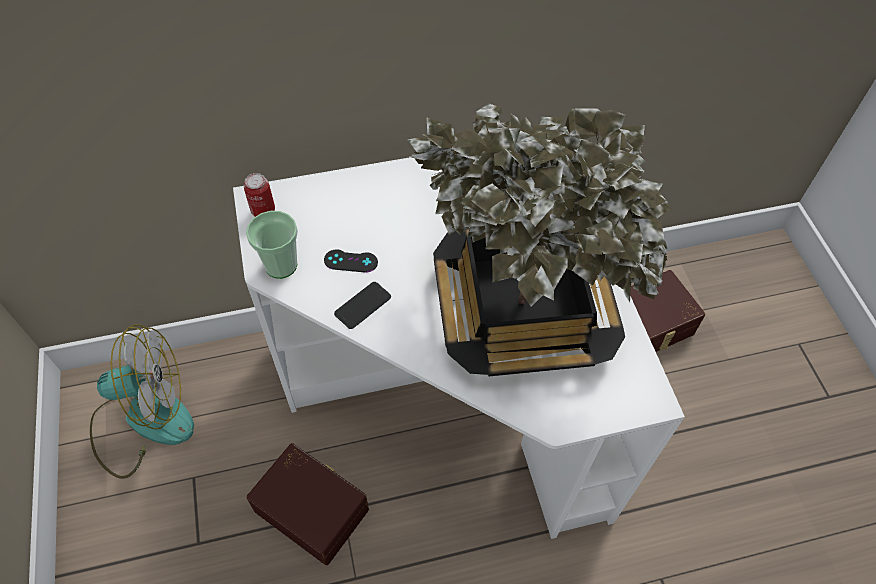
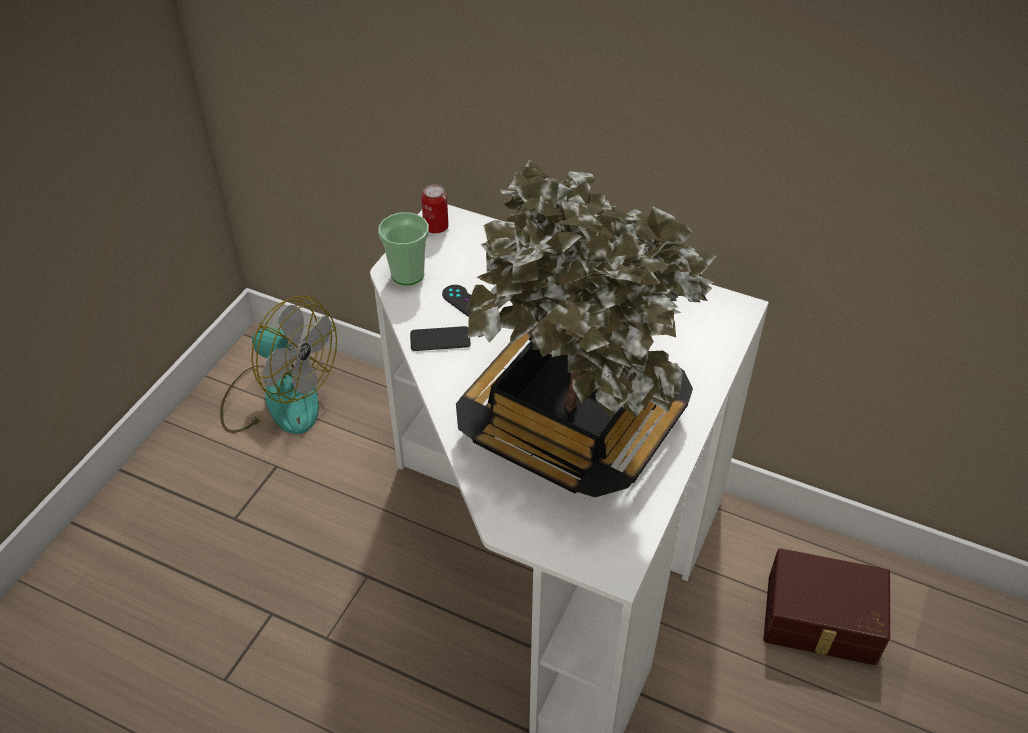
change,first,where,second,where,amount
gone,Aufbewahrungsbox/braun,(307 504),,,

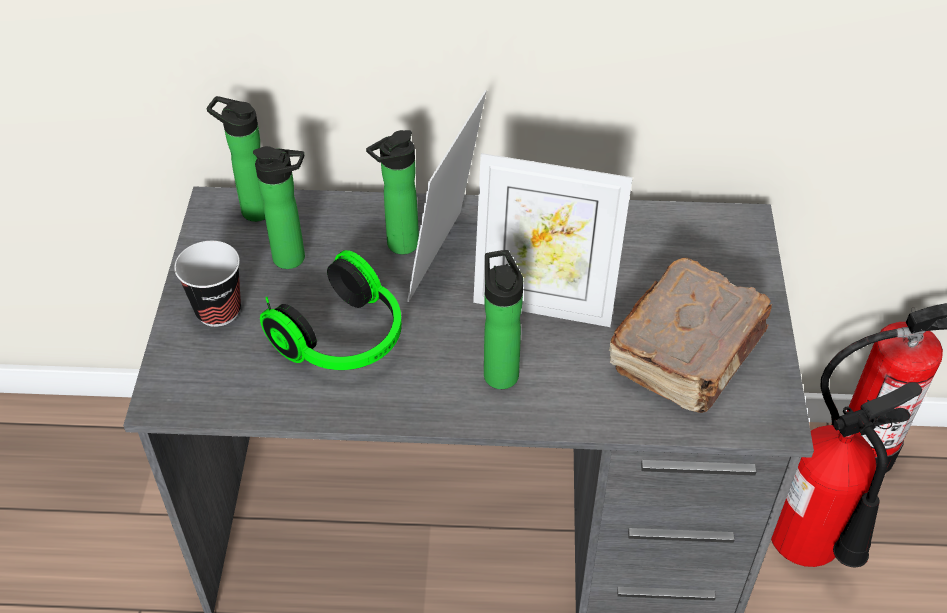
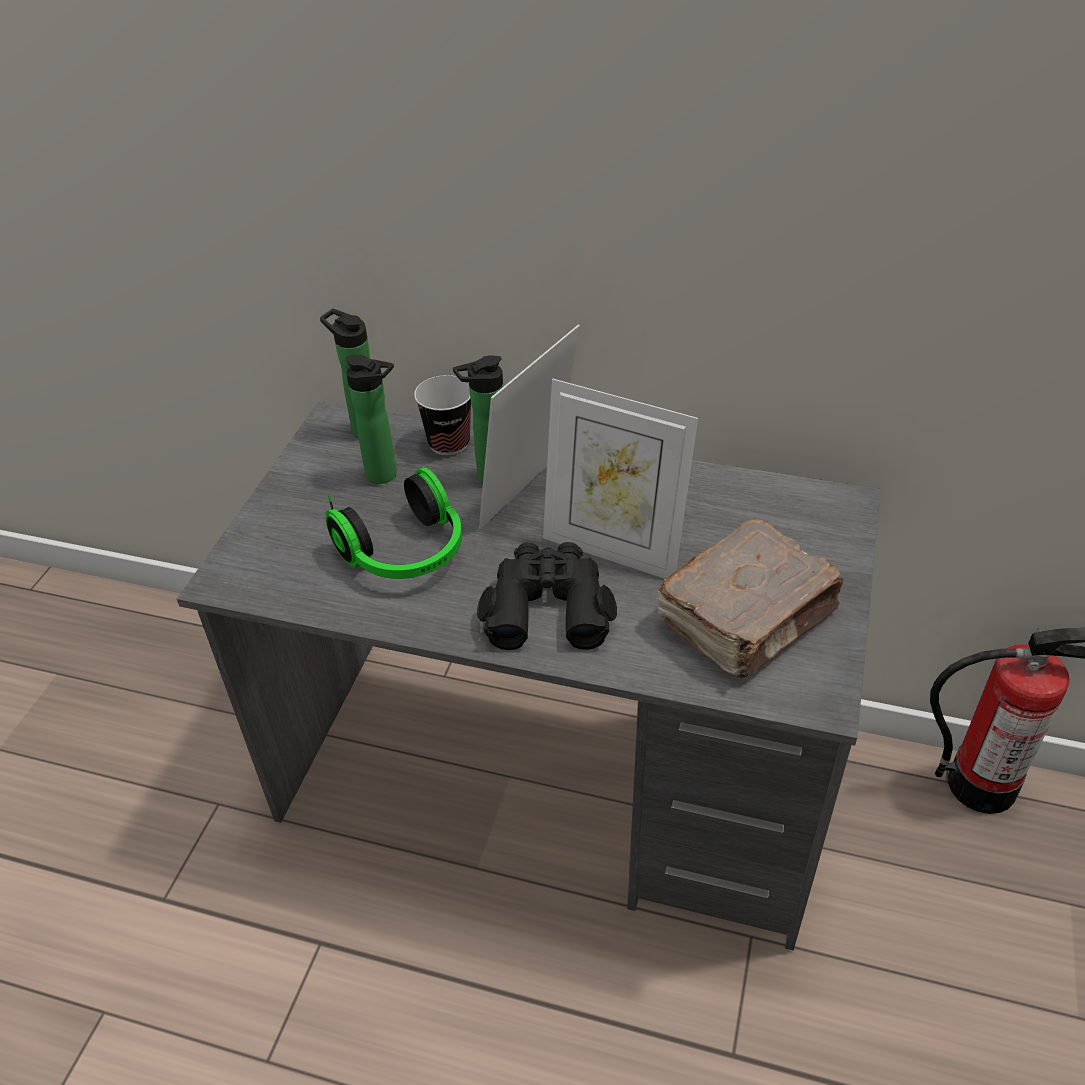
change,first,where,second,where,amount
shifted,Tasse,(207 284),,(442 415),
swapped,Flasche,(503 319),Fernglas/schwarz,(547 596),
gone,Feuerlöscher,(846 474),,,

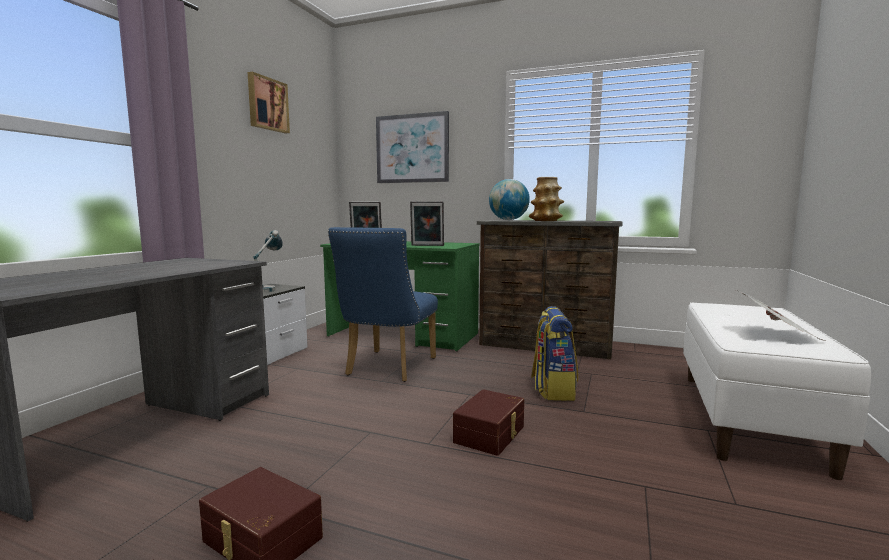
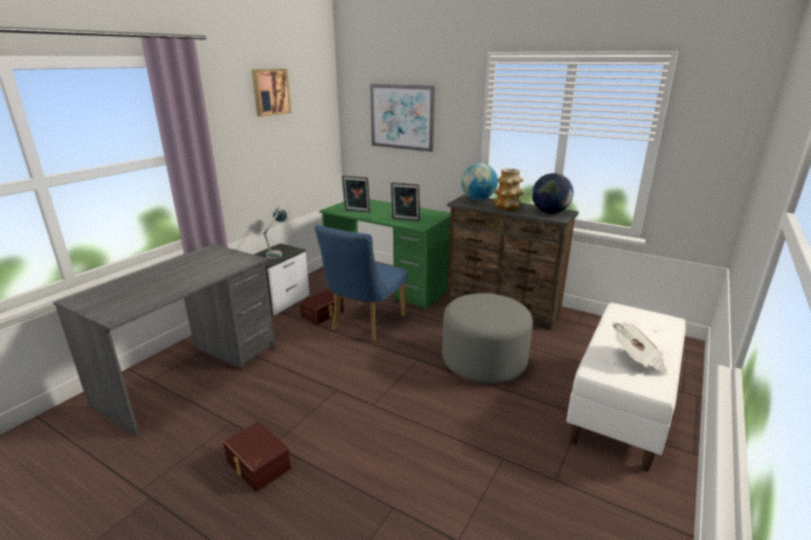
change,first,where,second,where,amount
swapped,Rucksack,(554 353),Polsterhocker/grau,(487 338),
shifted,Aufbewahrungsbox/braun,(488 422),,(322 307),
new,,,Globus,(553 193),

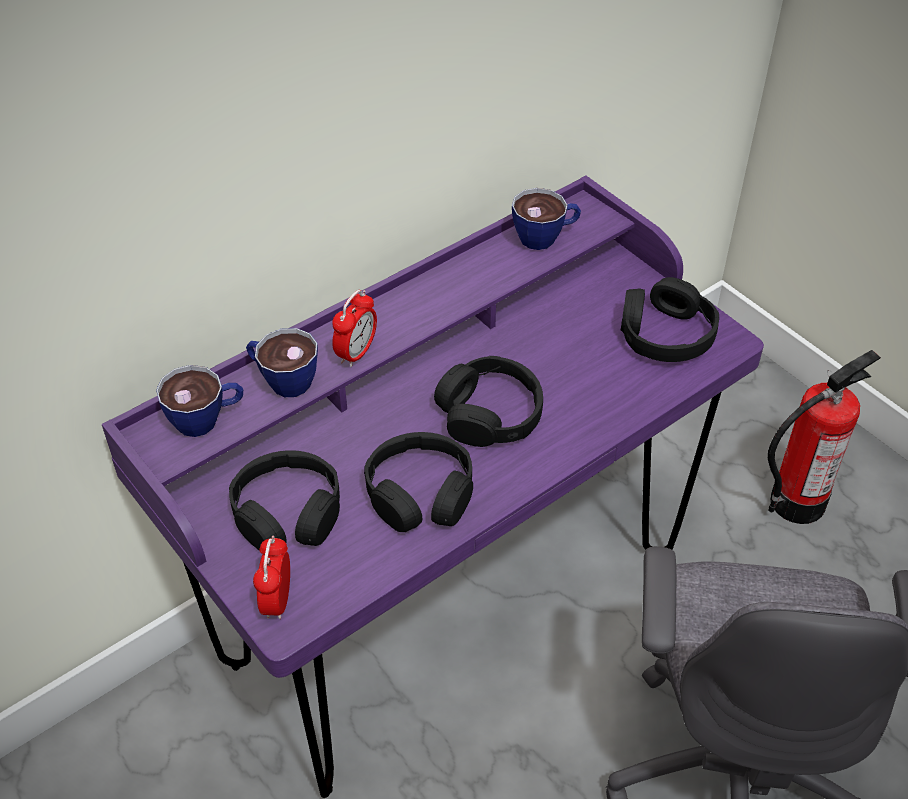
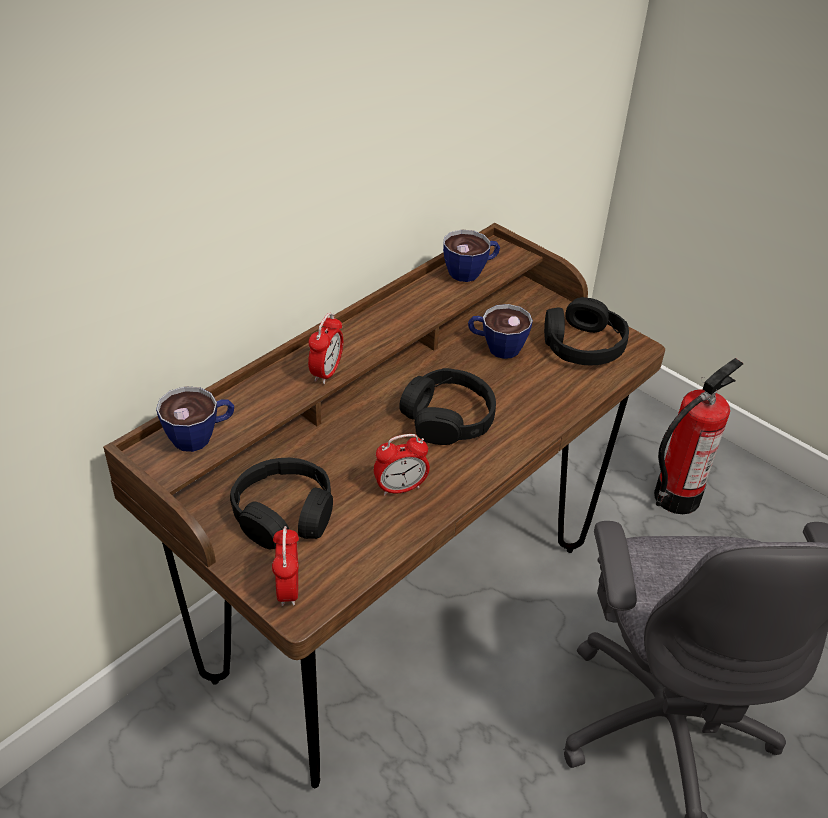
change,first,where,second,where,amount
repainted,Schreibtisch/lila,(433 487),Schreibtisch/braun,(384 505),
shifted,Tasse,(282 362),,(500 331),
swapped,Kopfhörer/schwarz,(418 482),Wecker,(402 464),

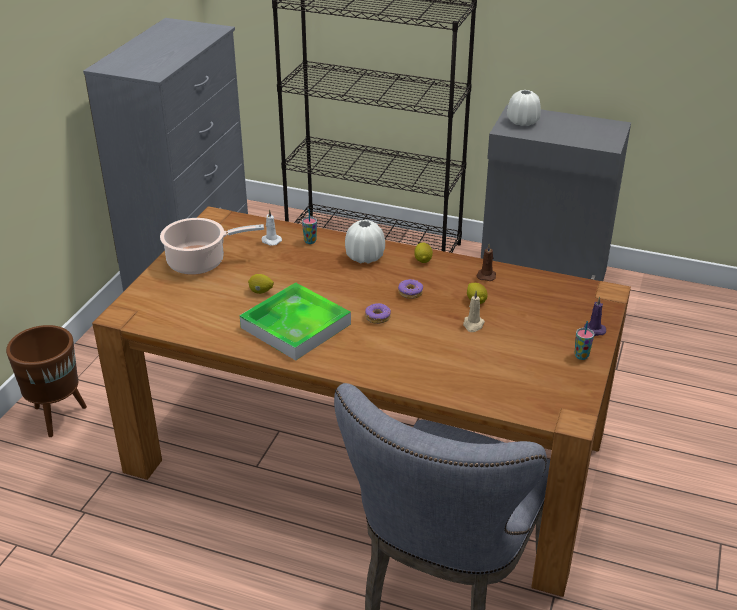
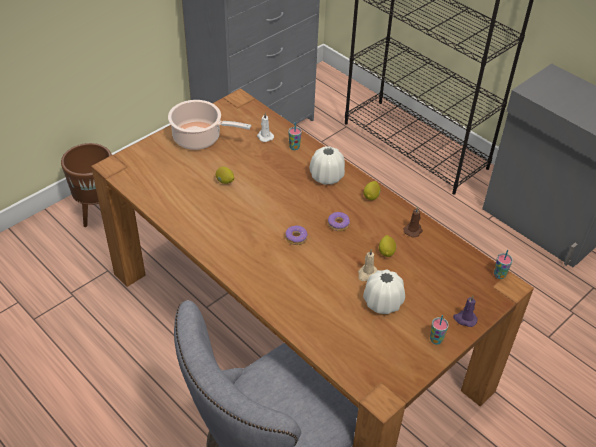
change,first,where,second,where,amount
shifted,Vase/weiß,(524 108),,(384 291),
gone,Tablett,(295 321),,,
new,,,Tasse,(503 264),

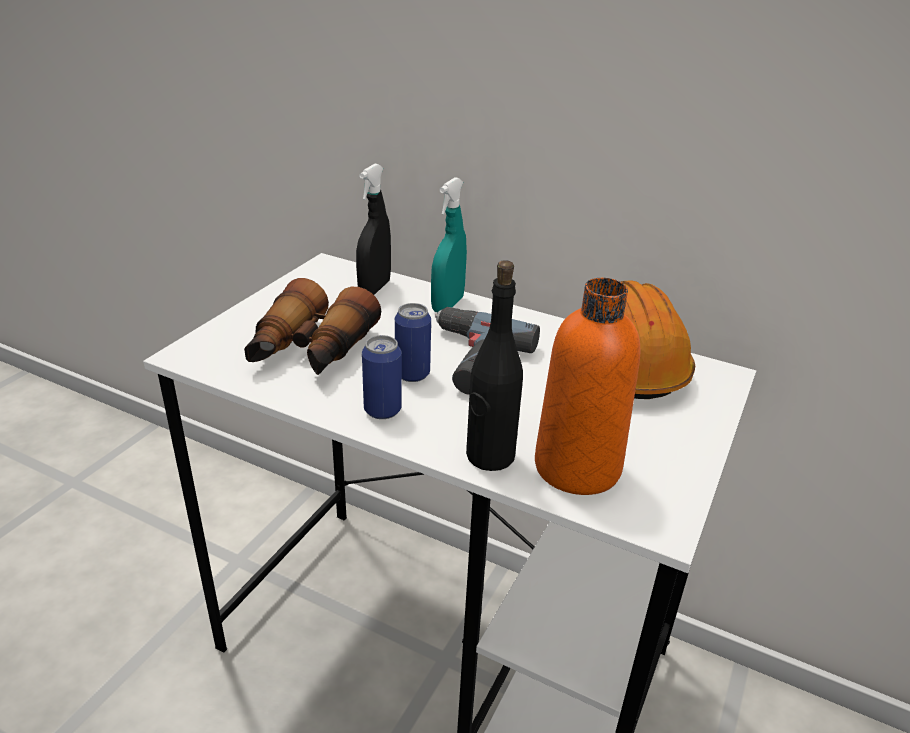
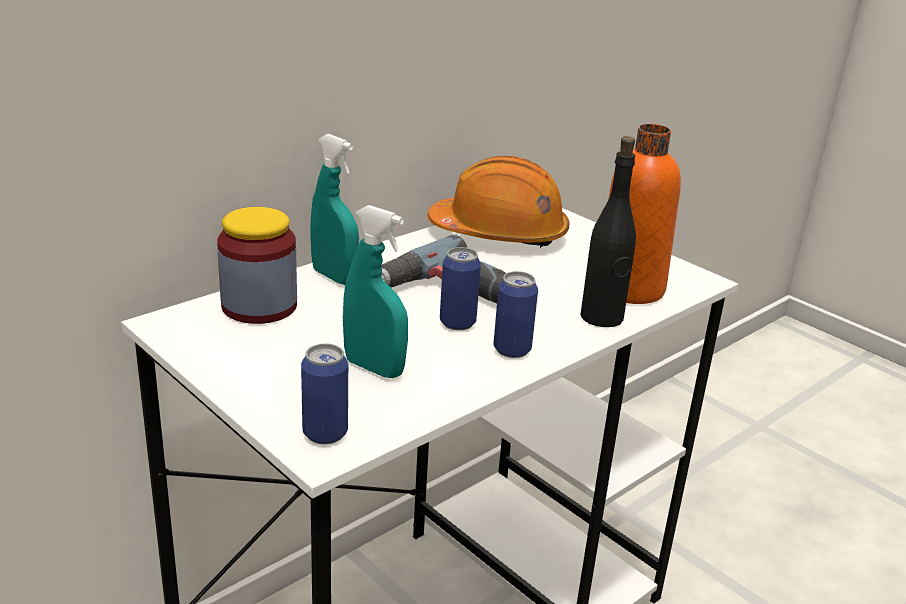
change,first,where,second,where,amount
swapped,Sprühflasche/schwarz,(373 229),Vorratsglas,(257 265),
swapped,Fernglas,(312 326),Sprühflasche/türkis,(375 291),
new,,,Dose,(324 394),

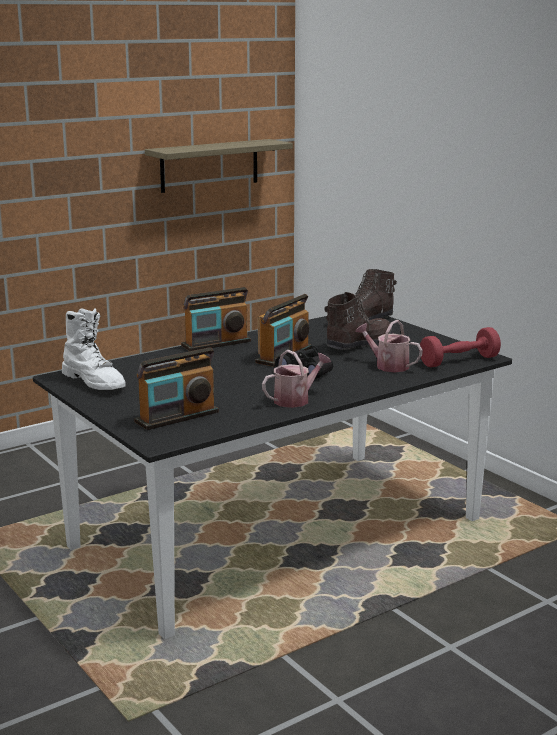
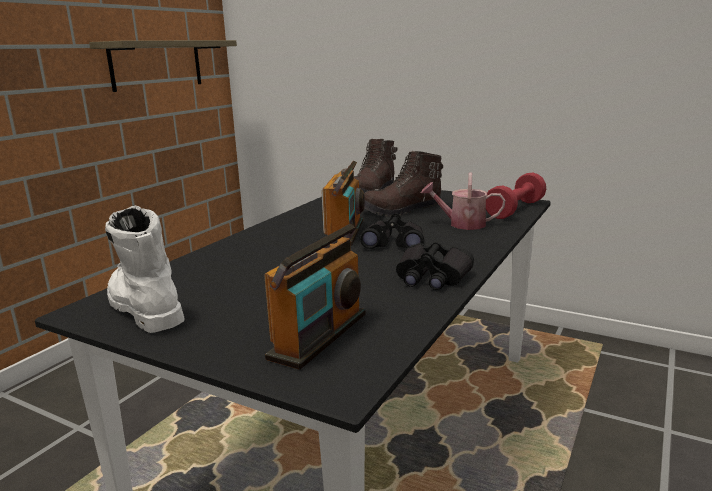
change,first,where,second,where,amount
gone,Radio,(216 319),,,
rotated,Stiefel/braun,(358 321),,(403 184),135 degrees counterclockwise
rotated,Stiefel/weiß,(94 349),,(145 269),150 degrees counterclockwise
swapped,Gießkanne,(296 379),Fernglas/schwarz,(435 266),

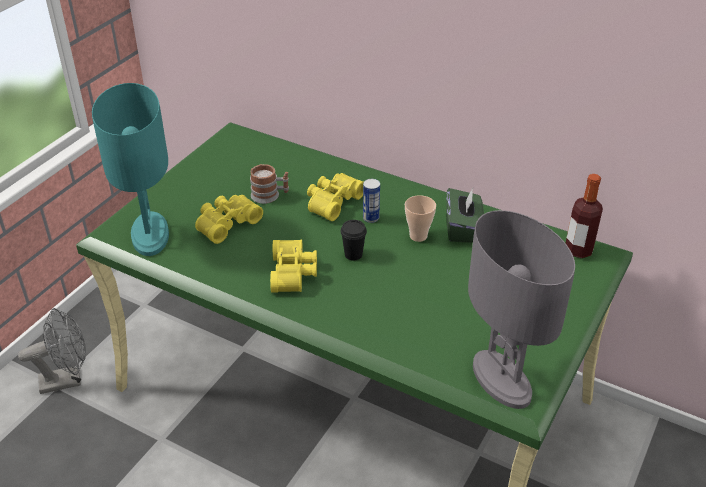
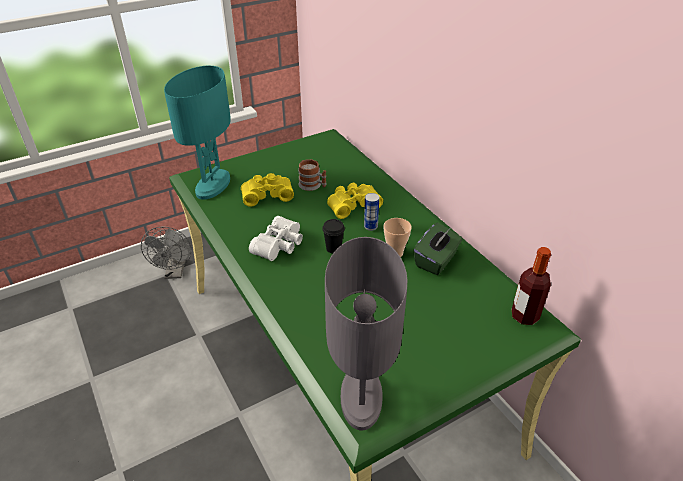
change,first,where,second,where,amount
repainted,Fernglas/gelb,(293 266),Fernglas/weiß,(276 238),
rotated,Ventilator/grau,(52 351),,(166 252),75 degrees clockwise

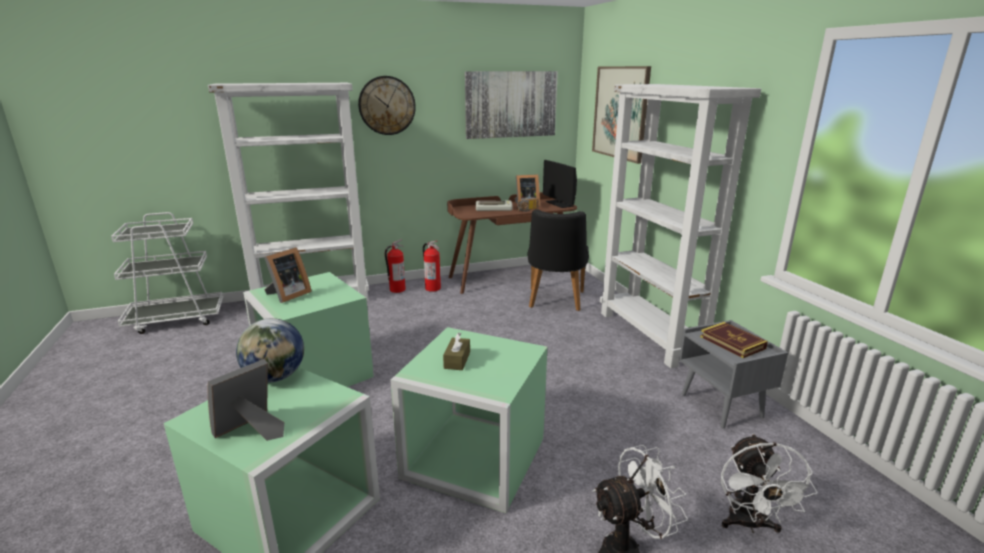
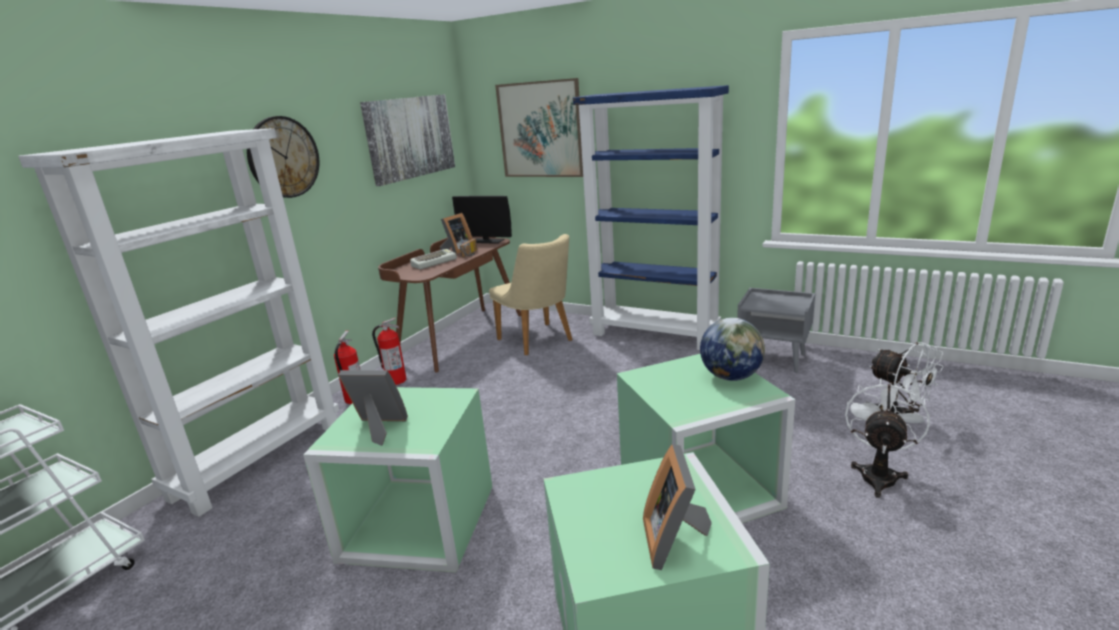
change,first,where,second,where,amount
repainted,Bücherregal/weiß,(680 226),Bücherregal/blau,(651 217),
repainted,Stuhl/schwarz,(558 260),Stuhl/beige,(530 294),
rotated,Bilderrahmen,(288 275),,(373 408),75 degrees counterclockwise
shifted,Globus,(270 350),,(732 349),
gone,Buch,(734 340),,,
gone,Taschentuchbox/braun,(456 351),,,

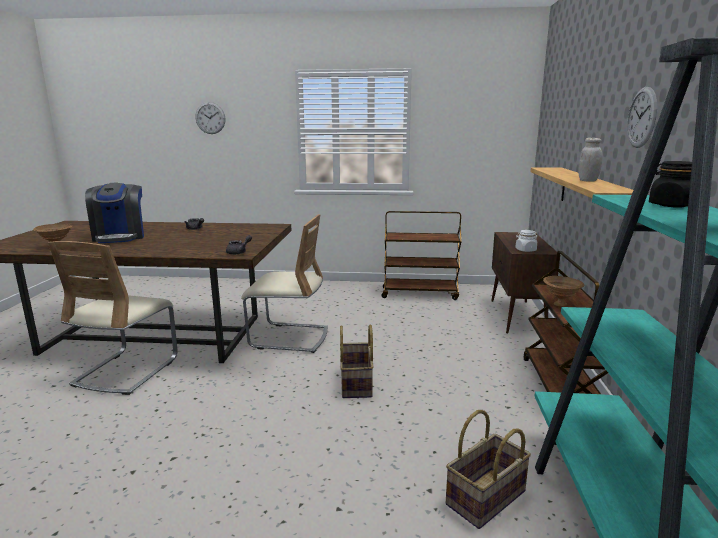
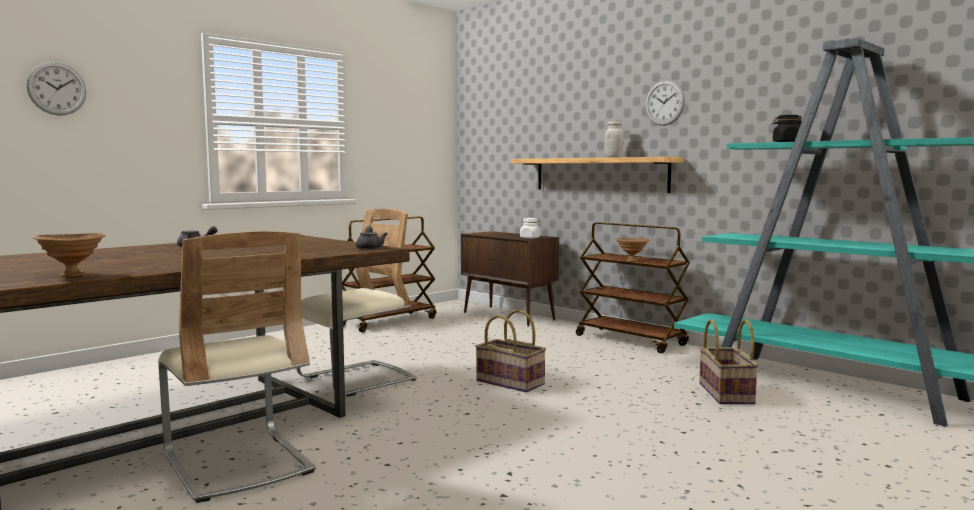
change,first,where,second,where,amount
gone,Kaffeemaschine,(114 213),,,

